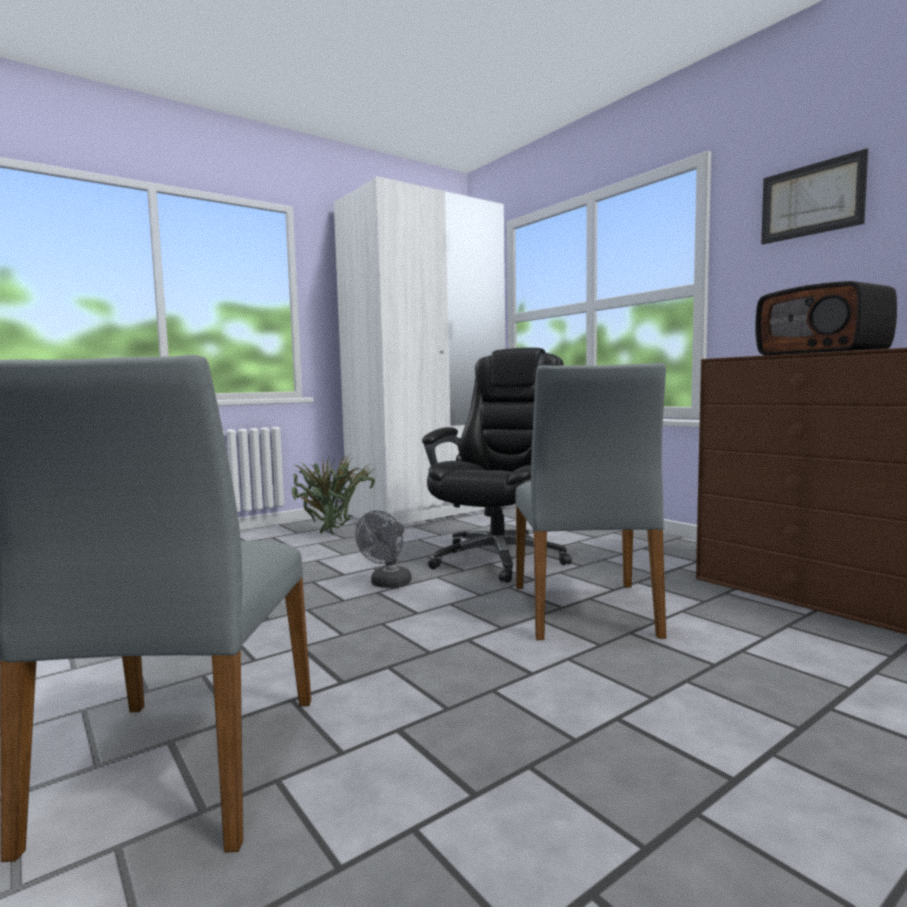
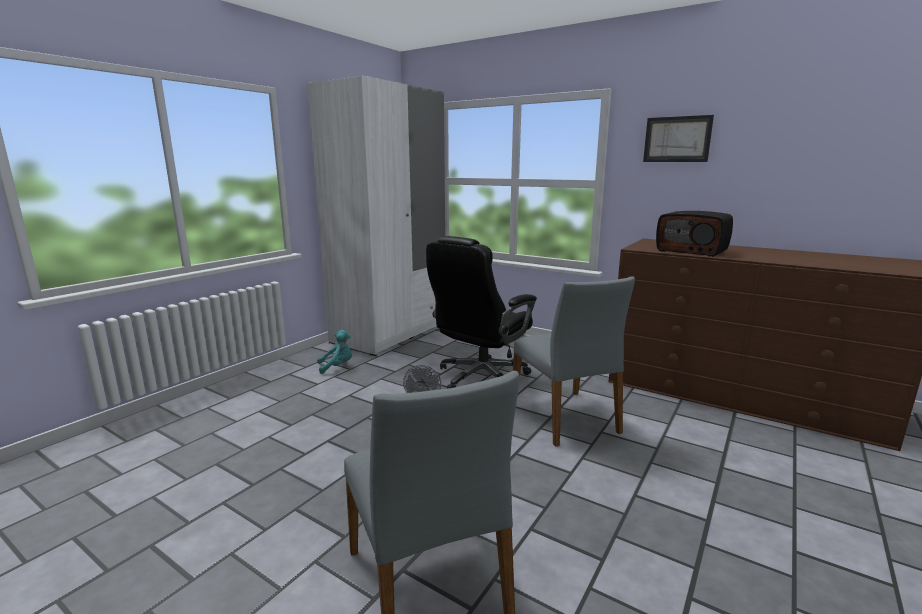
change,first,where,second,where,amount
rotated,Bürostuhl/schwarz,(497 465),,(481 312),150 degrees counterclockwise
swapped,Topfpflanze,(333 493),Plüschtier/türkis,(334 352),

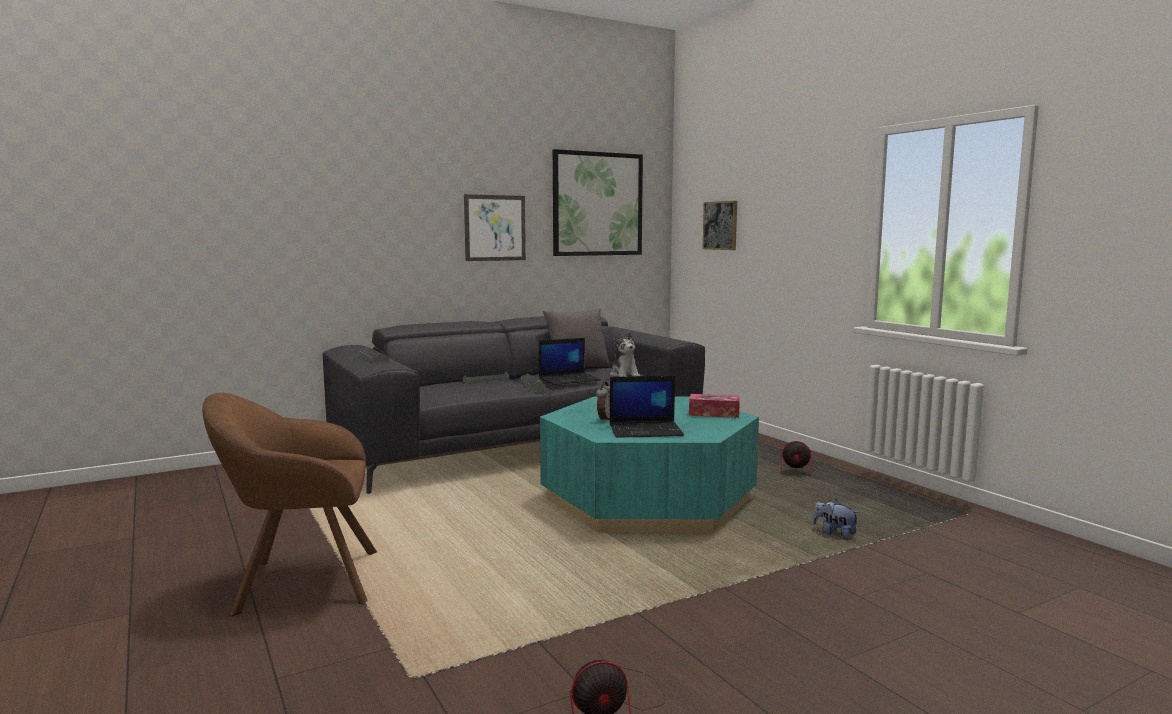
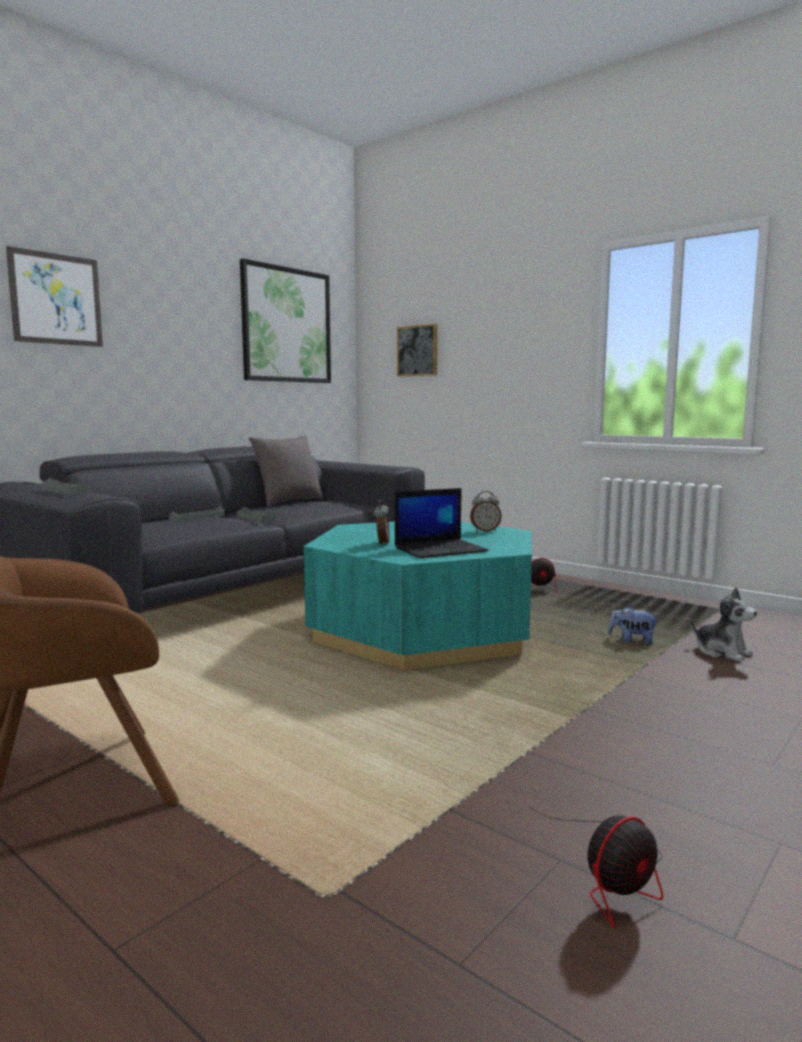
change,first,where,second,where,amount
shifted,Bild,(495 227),,(54 296),
shifted,Plüschtier,(625 354),,(723 624),
gone,Laptop,(570 361),,,
swapped,Taschentuchbox,(714 406),Wecker,(486 511),

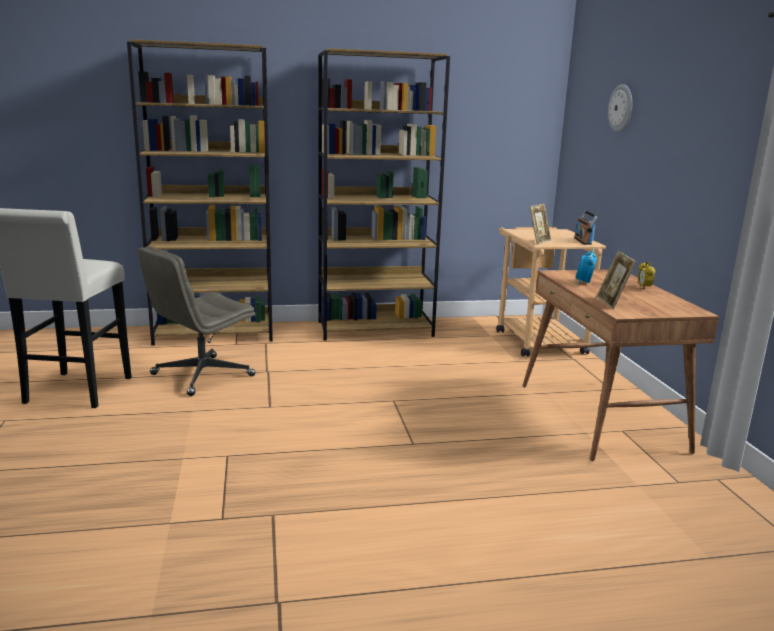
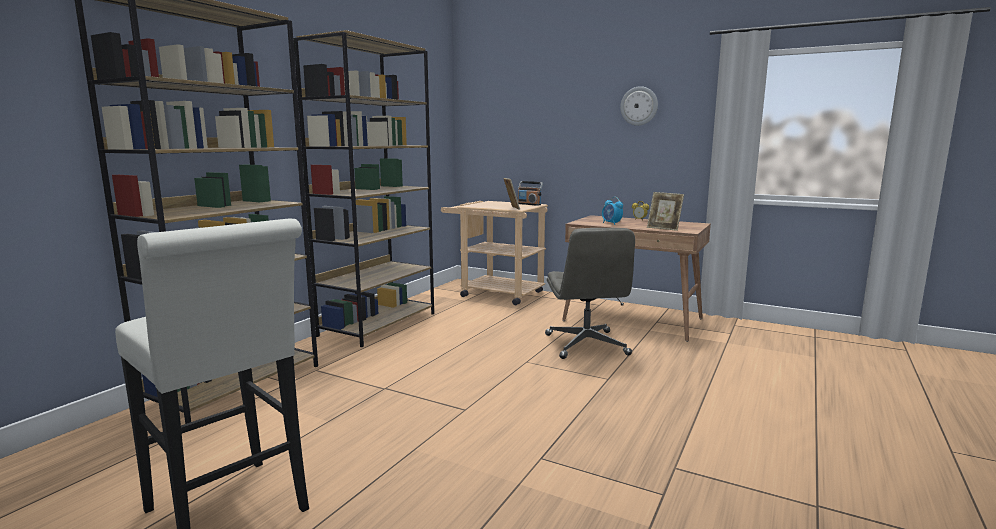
change,first,where,second,where,amount
shifted,Wanduhr,(620 108),,(639 106),
shifted,Bürostuhl/grau,(196 321),,(590 293),

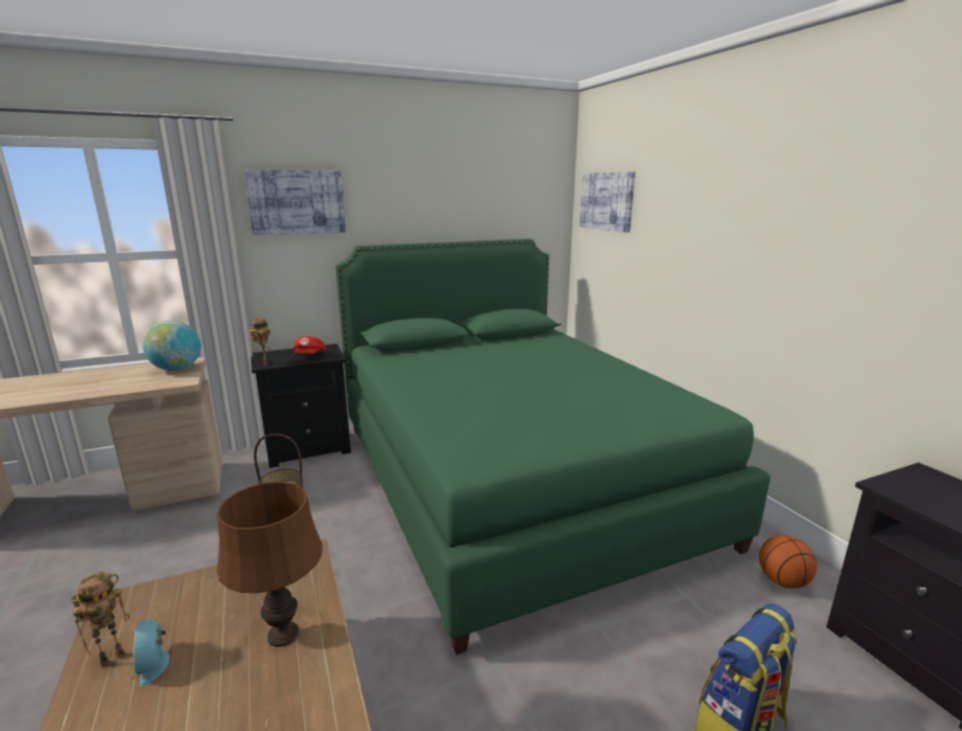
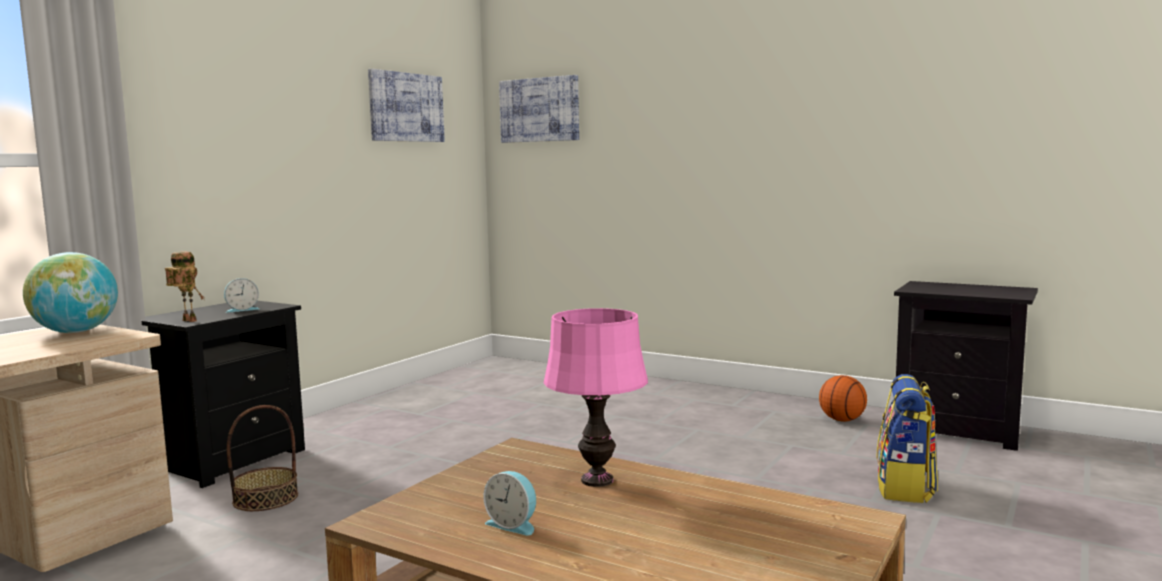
change,first,where,second,where,amount
shifted,Bild,(294 202),,(406 105),
gone,Bett/grün,(553 447),,,
swapped,Kappe/rot,(309 345),Wecker,(241 295),
repainted,Tischlampe/braun,(269 564),Tischlampe/rosa,(596 397),
gone,Spielzeugroboter,(100 620),,,

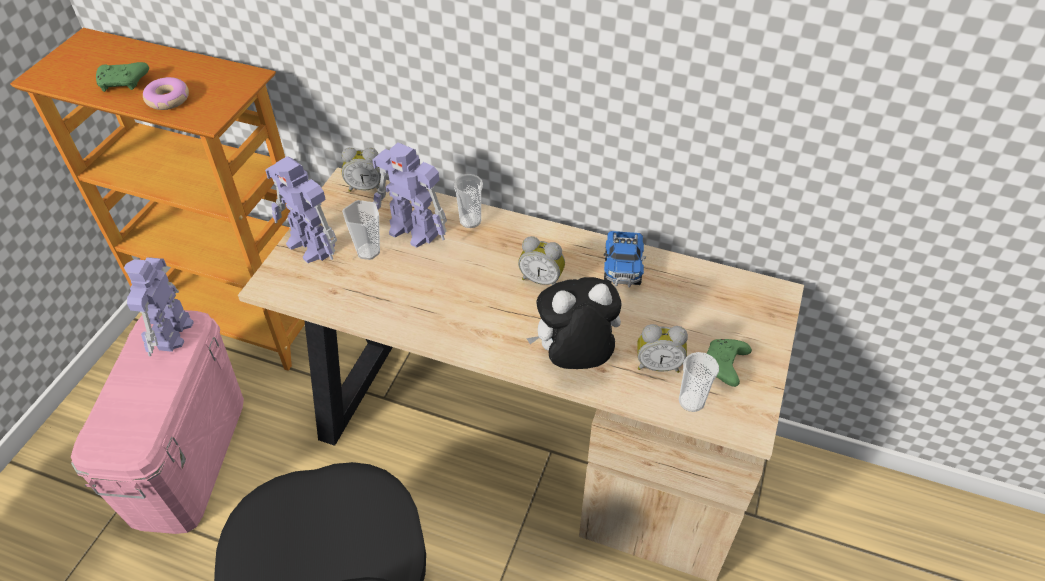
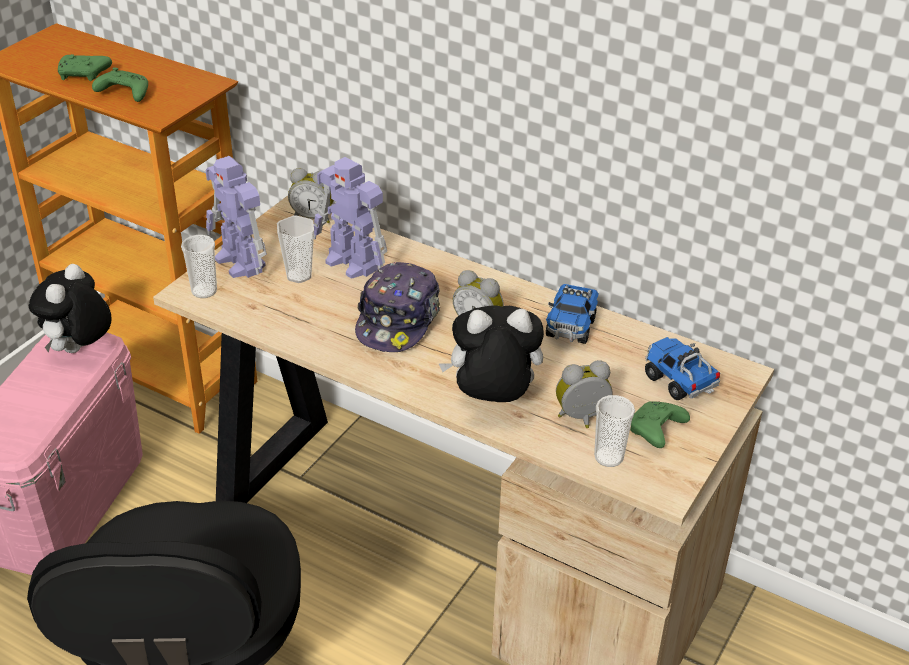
change,first,where,second,where,amount
swapped,Donut,(166 93),Gamepad/grün,(120 85),
shifted,Tasse,(468 201),,(199 266),
swapped,Spielzeugroboter,(159 306),Plüschtier,(70 308),
rotated,Wecker,(662 348),,(584 394),150 degrees clockwise
new,,,Kappe,(397 307),
new,,,Spielzeuglaster,(682 368),

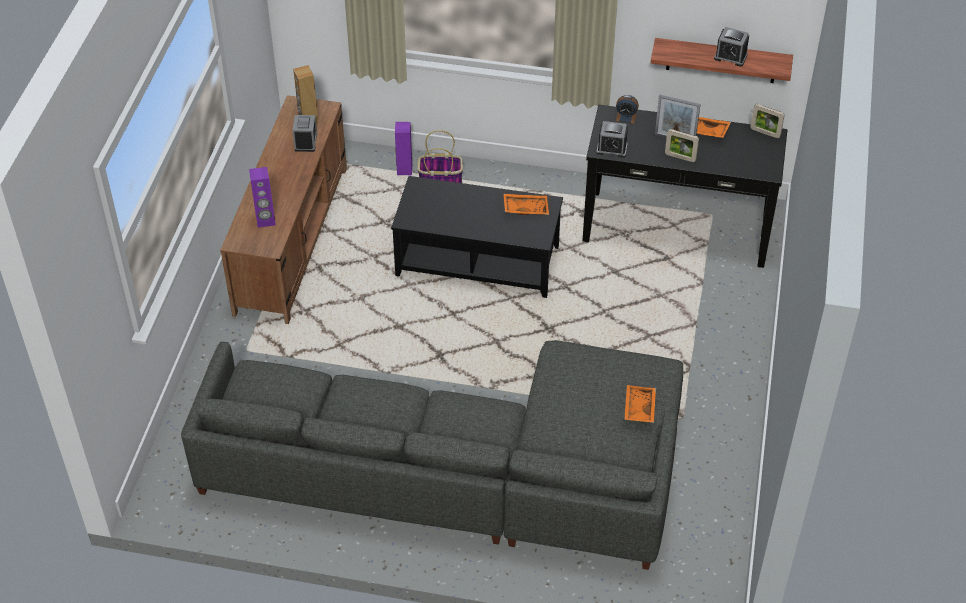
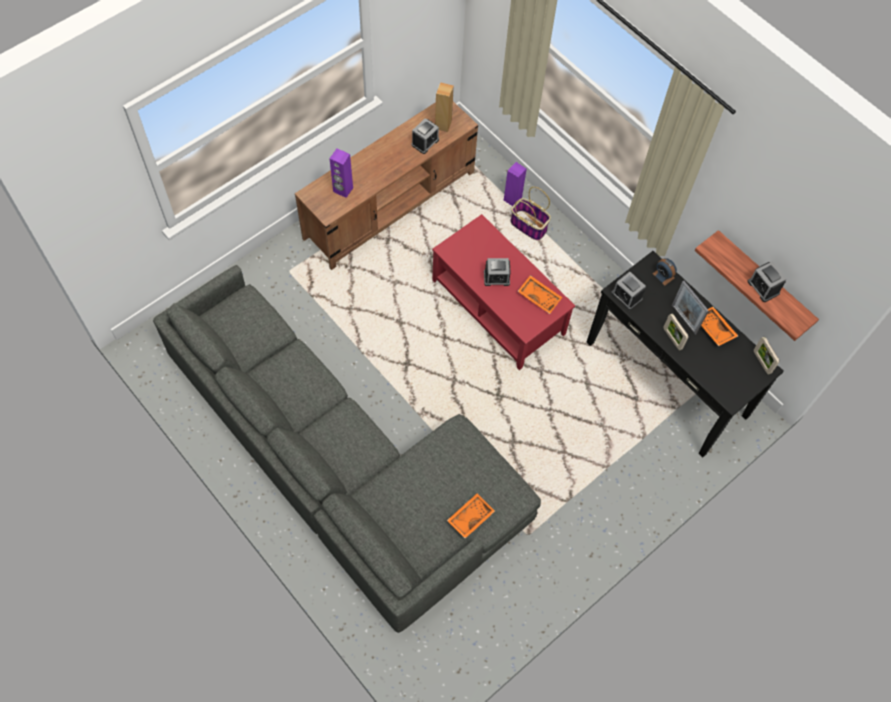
change,first,where,second,where,amount
repainted,Couchtisch/schwarz,(477 237),Couchtisch/rot,(503 292),
new,,,Wecker,(497 272),

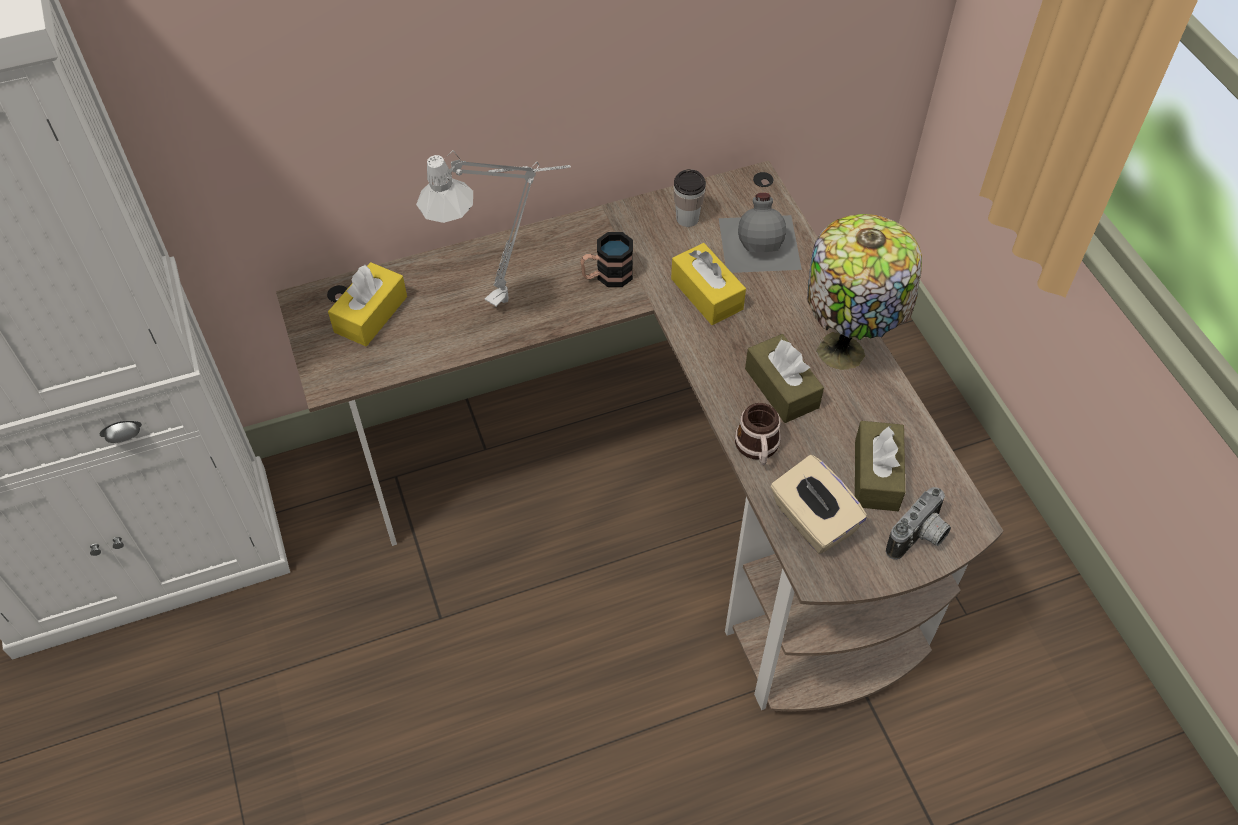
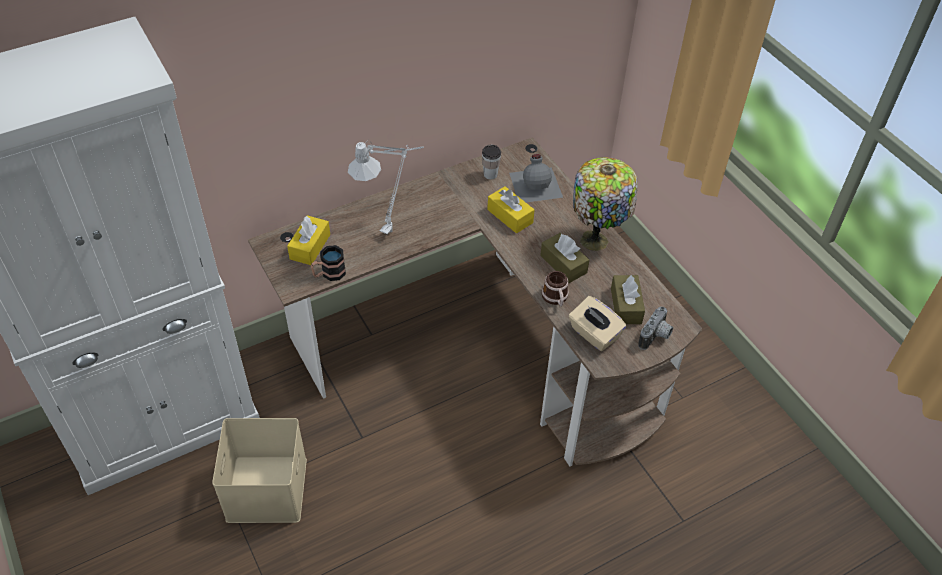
change,first,where,second,where,amount
shifted,Henkelbecher,(606 259),,(328 263),
new,,,Aufbewahrungsbox/beige,(259 470),

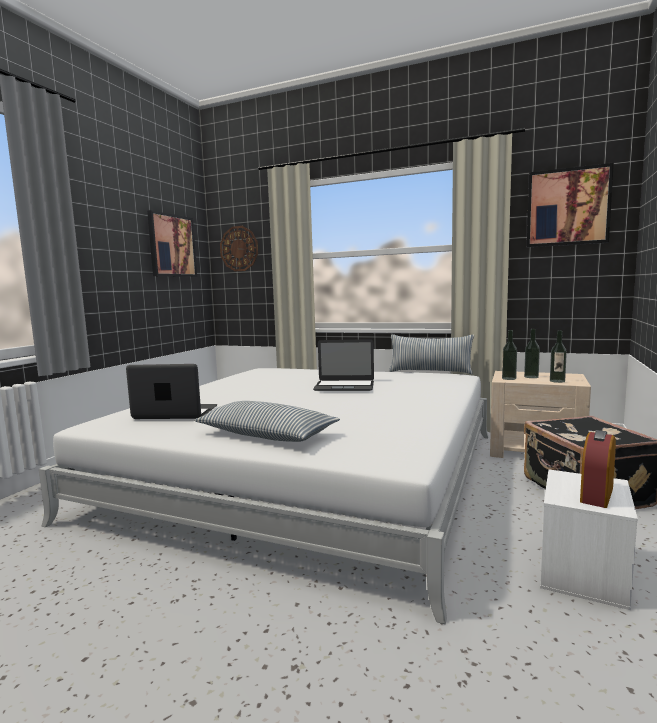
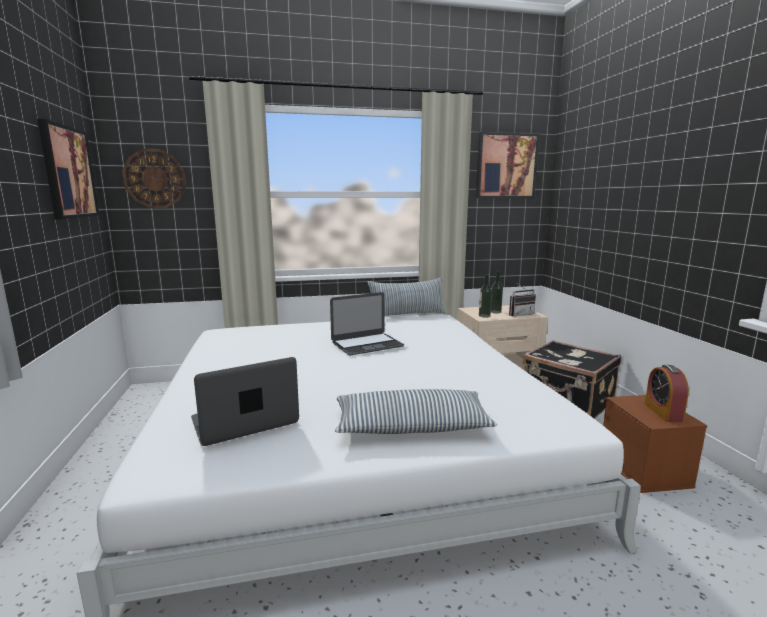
change,first,where,second,where,amount
swapped,Flasche,(558 356),Radio,(522 299),
repainted,Aufbewahrungsbox/weiß,(589 539),Aufbewahrungsbox/braun,(655 444),

